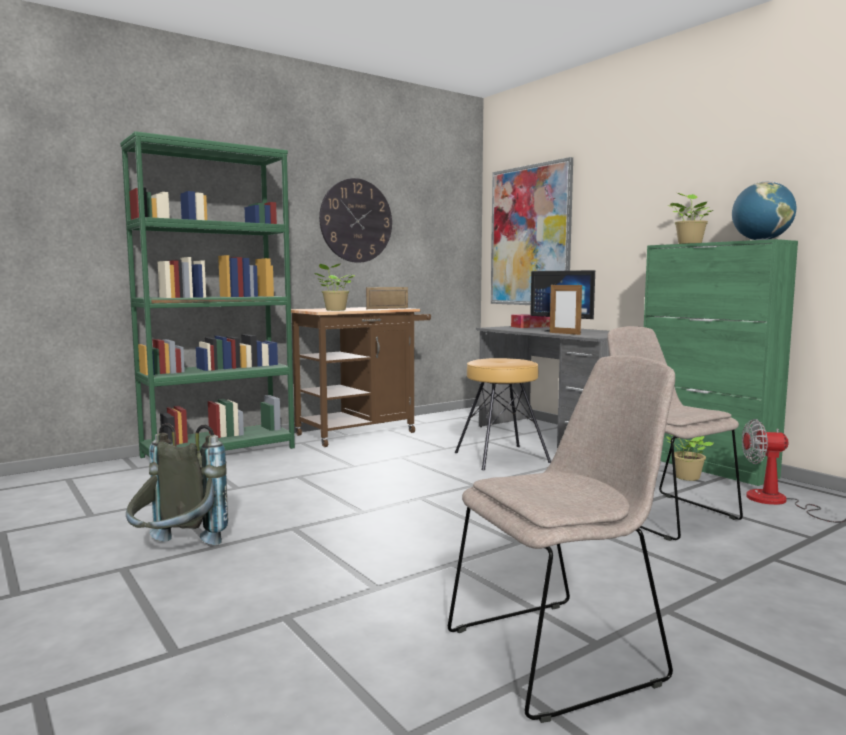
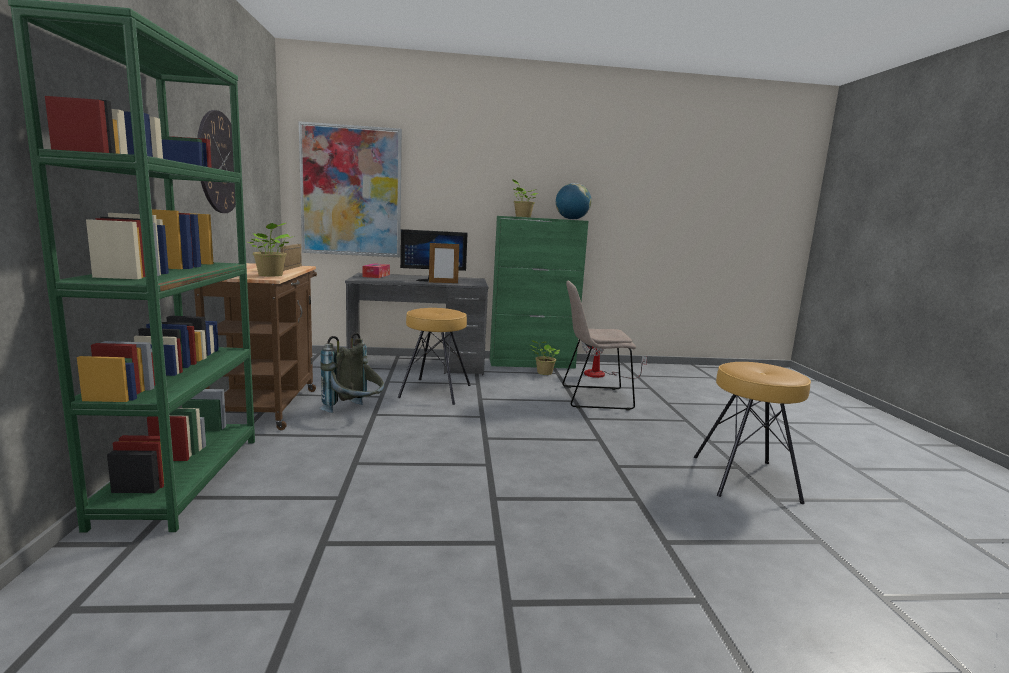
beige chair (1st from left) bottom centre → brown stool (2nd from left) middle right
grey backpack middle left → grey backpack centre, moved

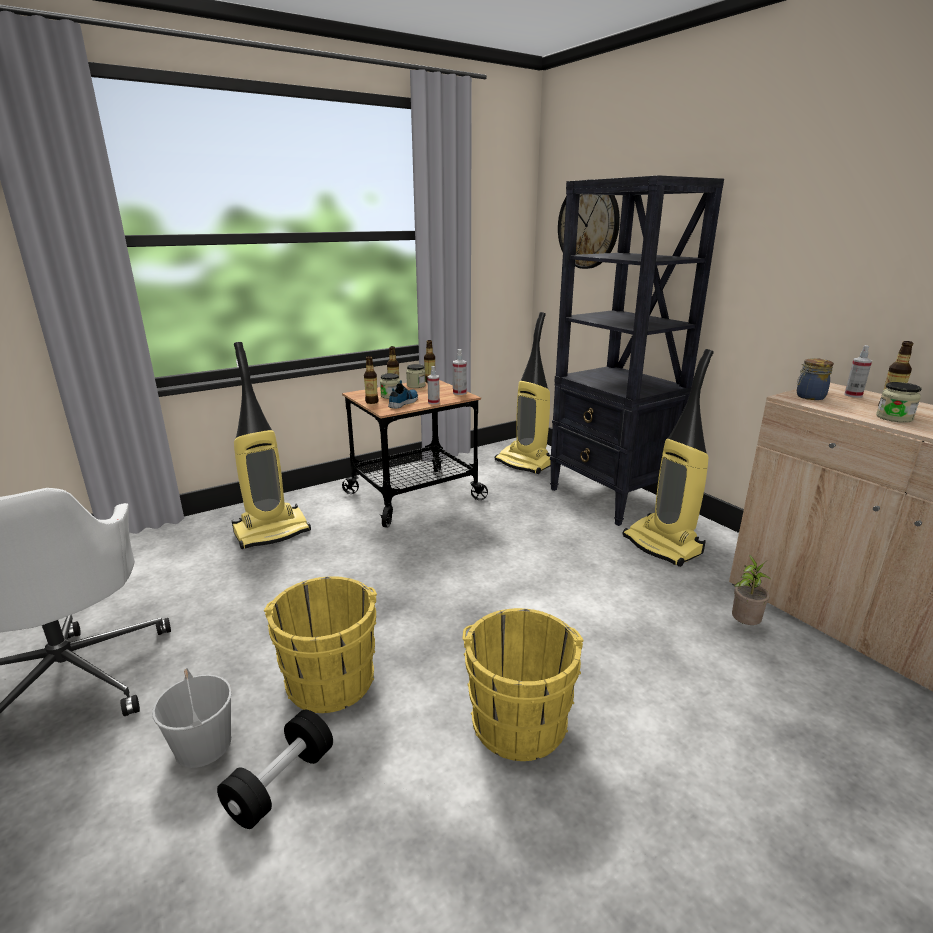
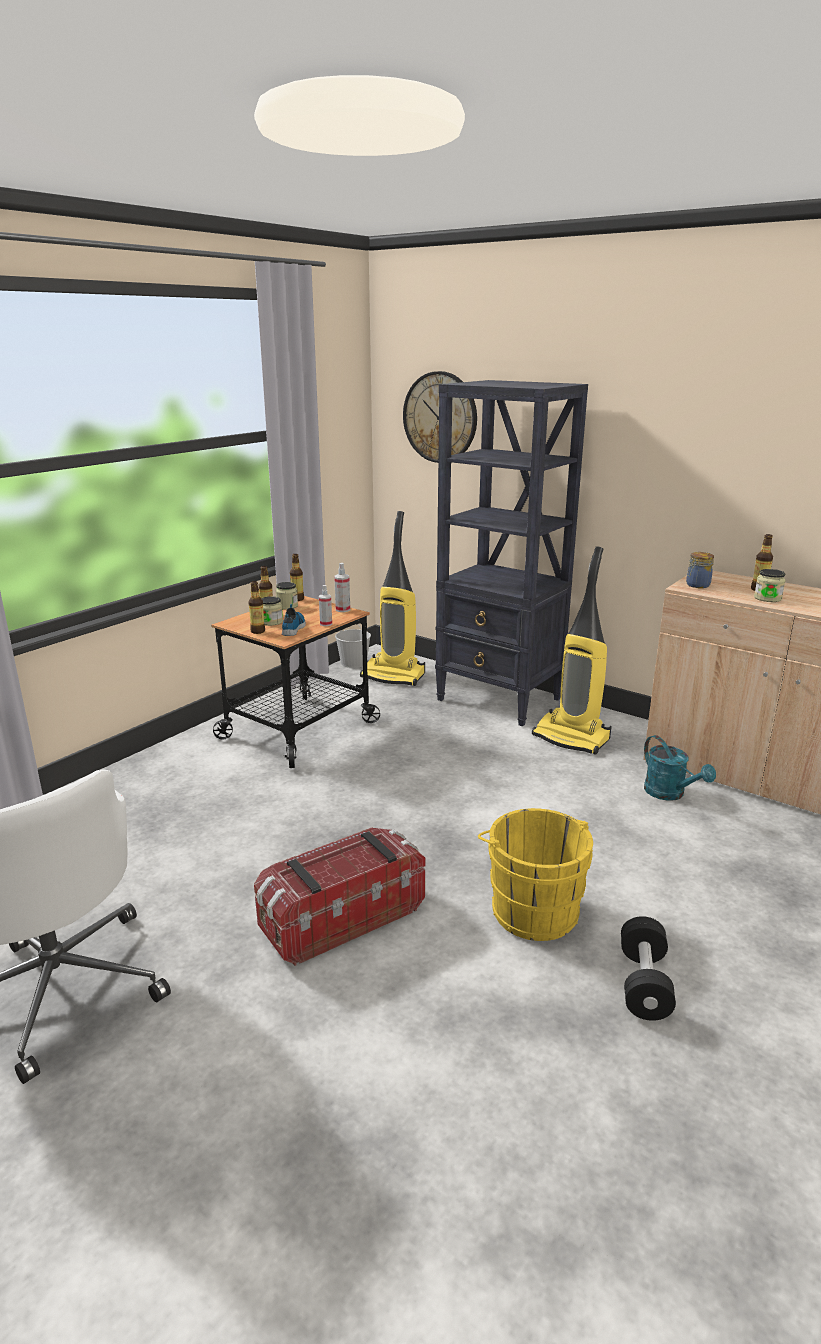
vacuum cleaner (1st from left) middle left → -
spray bottle (3rd from left) middle right → -
potted plant middle right → turquoise watering can middle right
yellow bucket (1st from left) bottom centre → storage box bottom centre
white bucket bottom left → white bucket centre, moved
black dumbbell bottom left → black dumbbell bottom right, moved

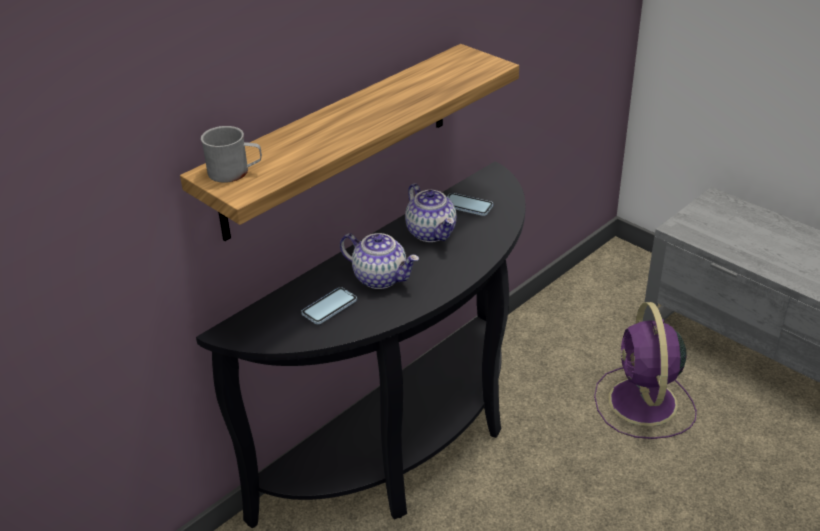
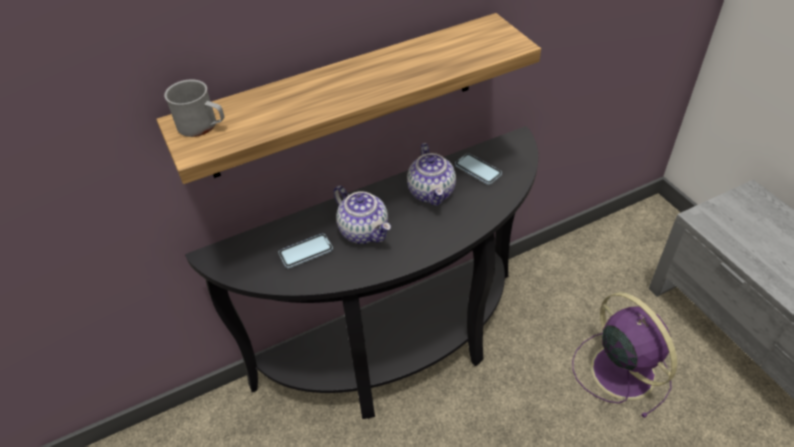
purple fan bottom right, 135 degrees clockwise

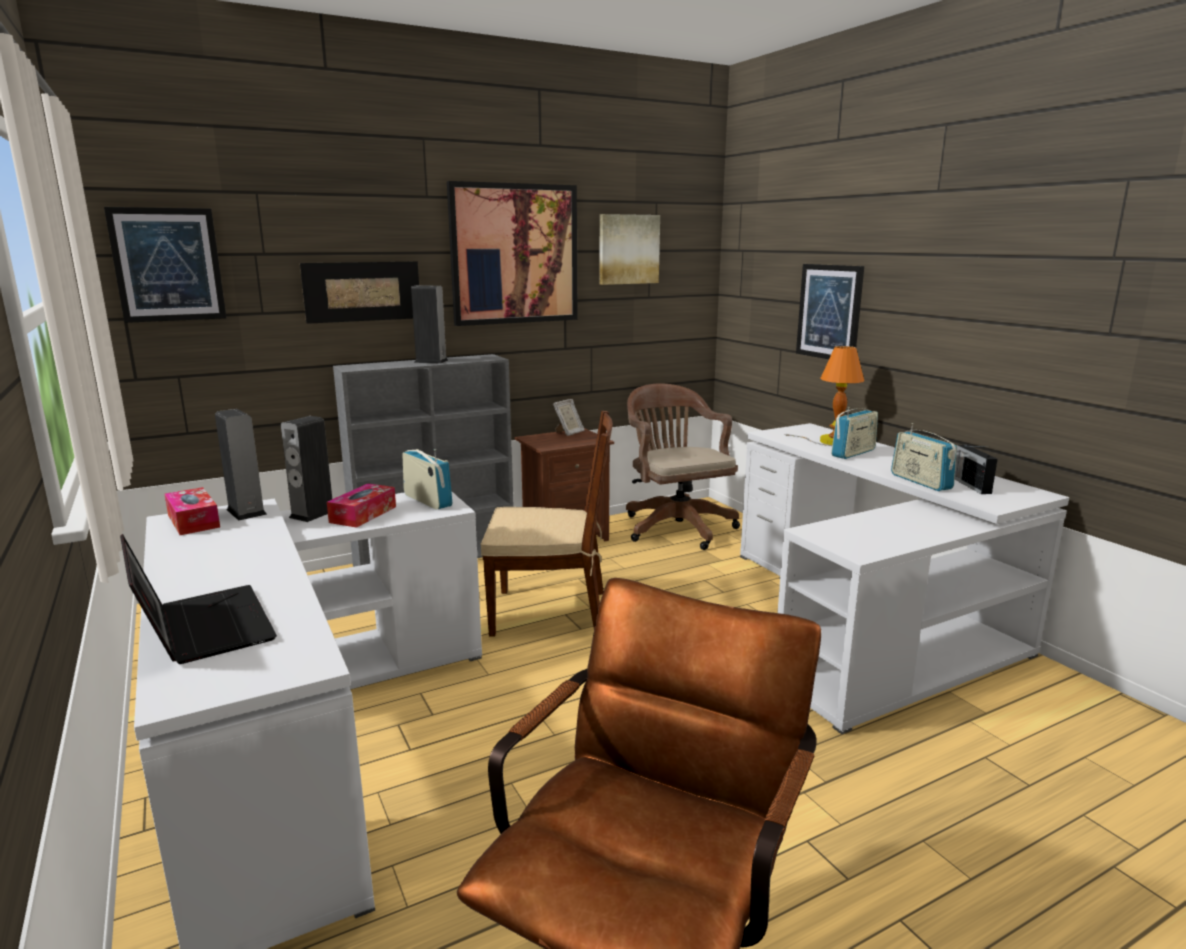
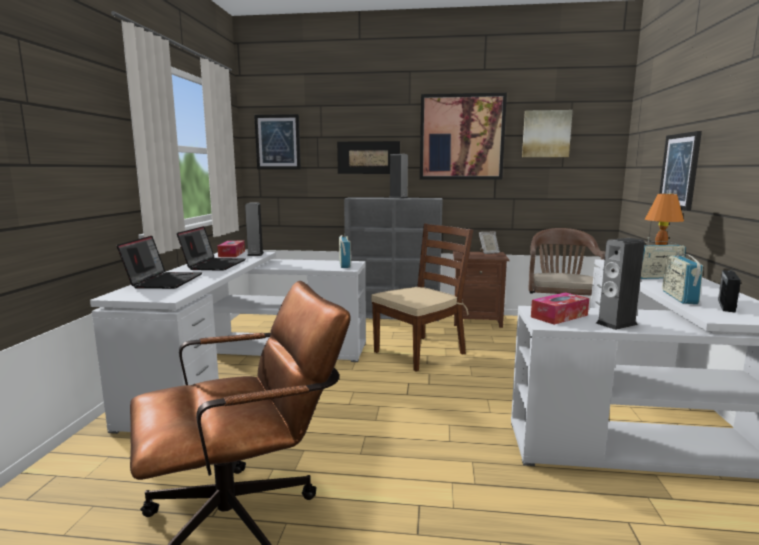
brown chair centre, 75 degrees counterclockwise
speaker (2nd from left in the first image) middle left → speaker (3rd from left) middle right, moved
tissue box (2nd from left) middle left → tissue box (2nd from left) middle right, moved
- → laptop (2nd from left) middle left

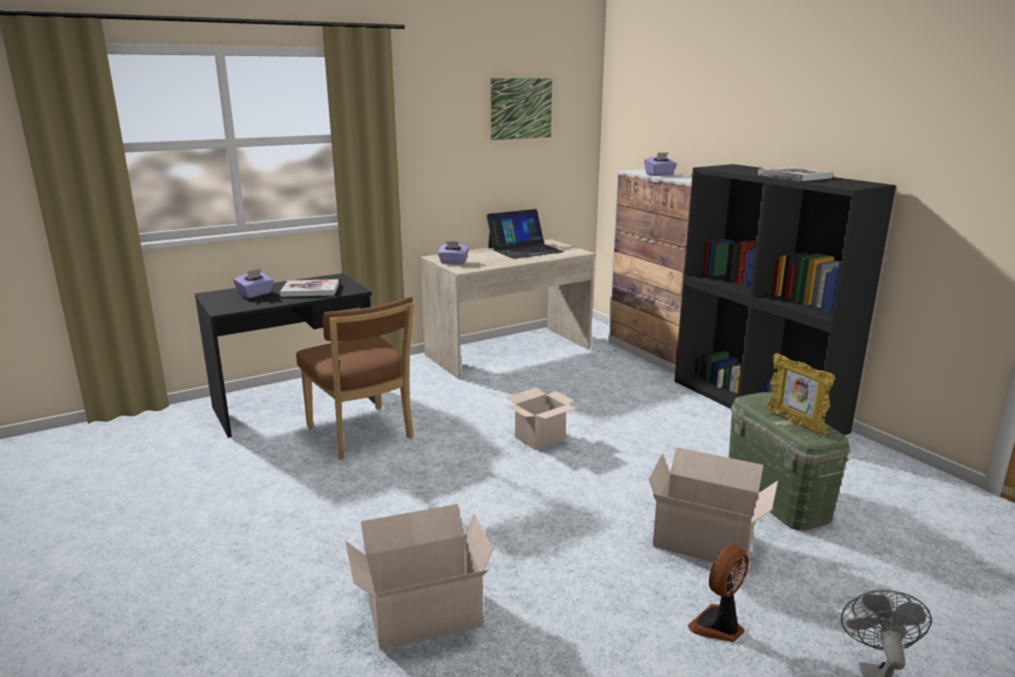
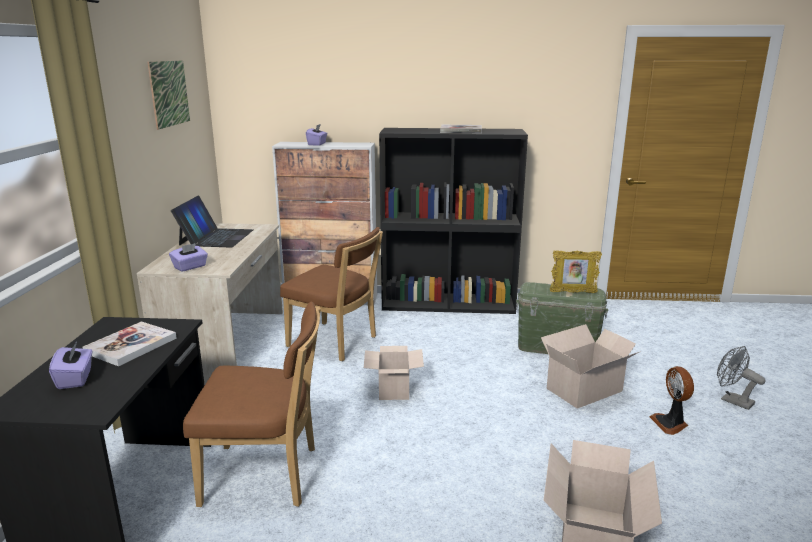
- → brown chair (2nd from left) centre

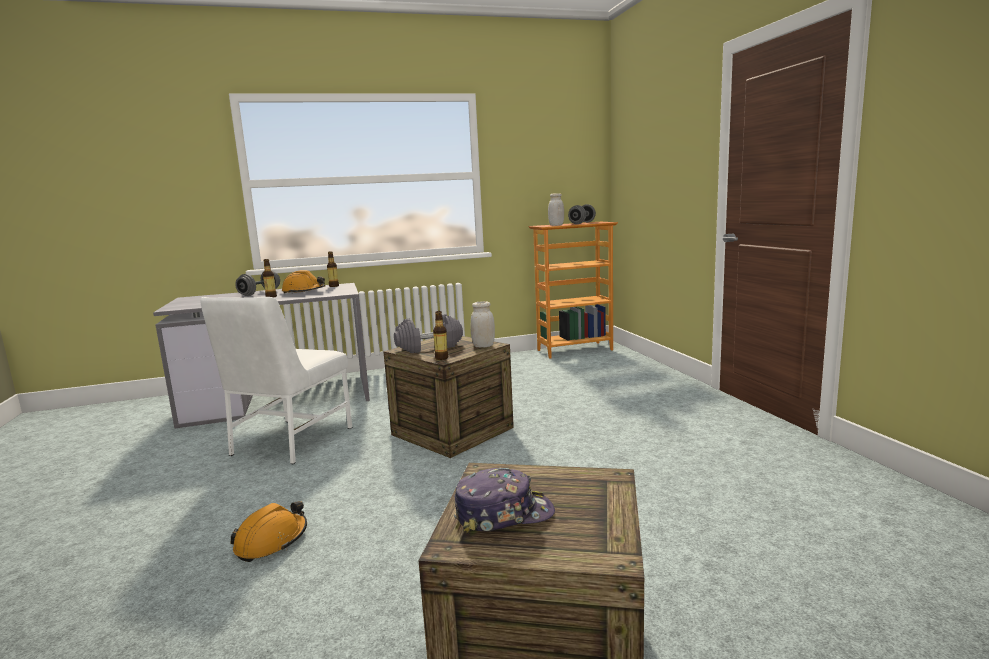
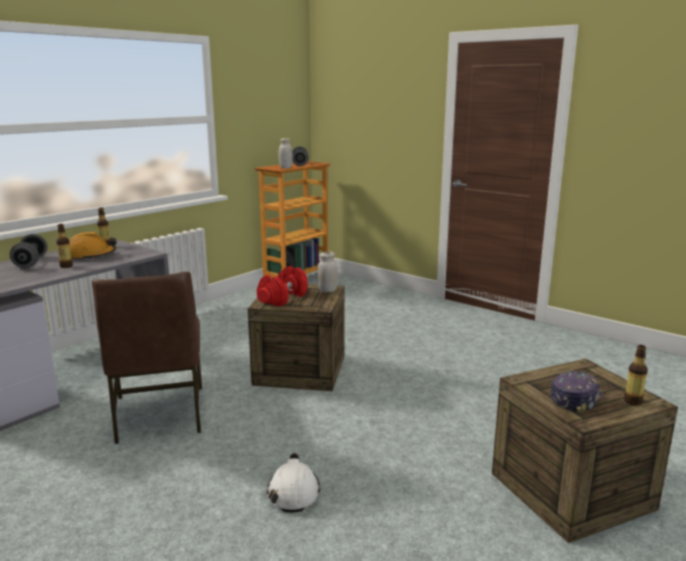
white chair middle left → brown chair middle left
bottle (3rd from left) centre → bottle (3rd from left) bottom right, moved
grey dumbbell (2nd from left) centre → red dumbbell centre
orange hard hat (1st from left) bottom left → white hard hat bottom centre

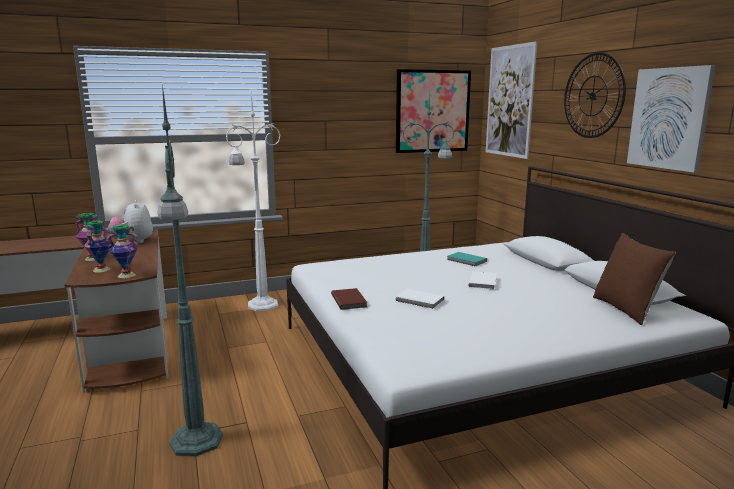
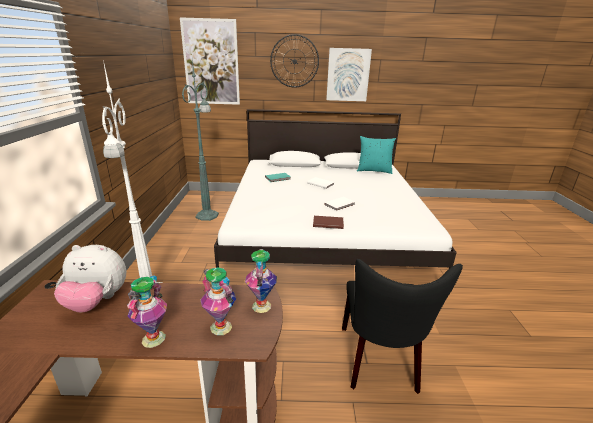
picture (1st from left) top centre → -
green floor lamp (1st from left) middle left → black chair bottom right
brown pillow middle right → turquoise pillow centre

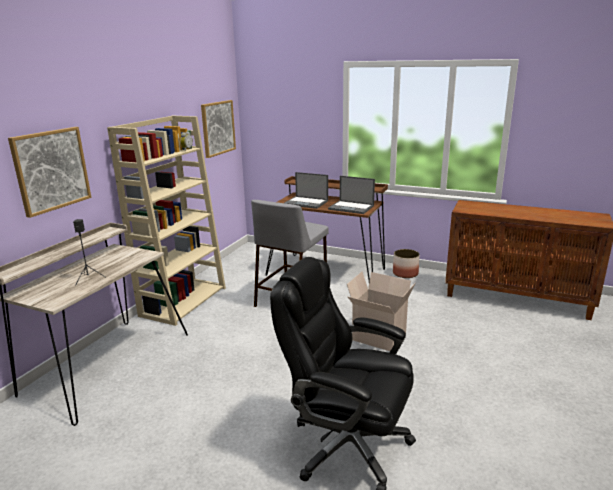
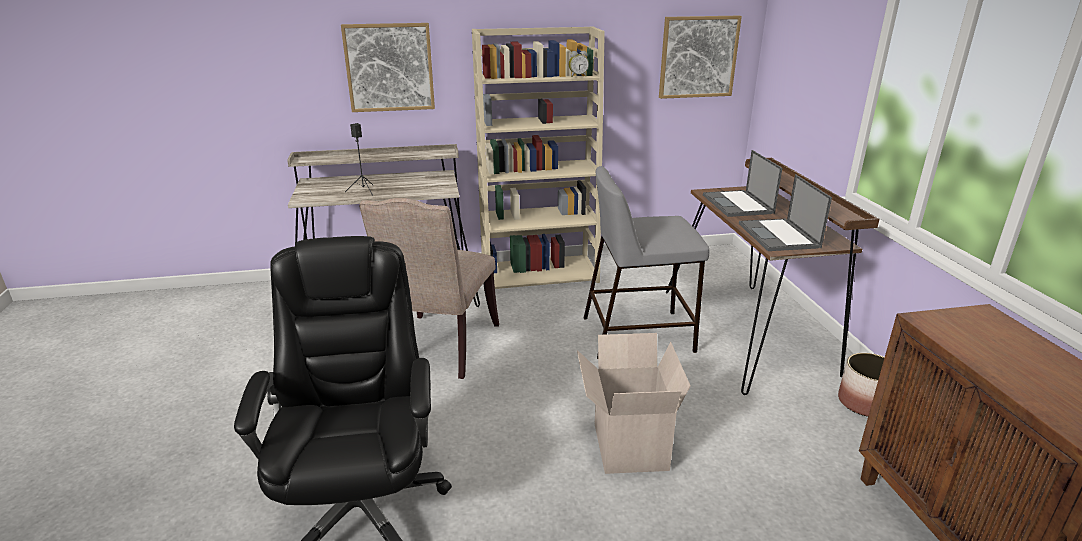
- → beige chair centre

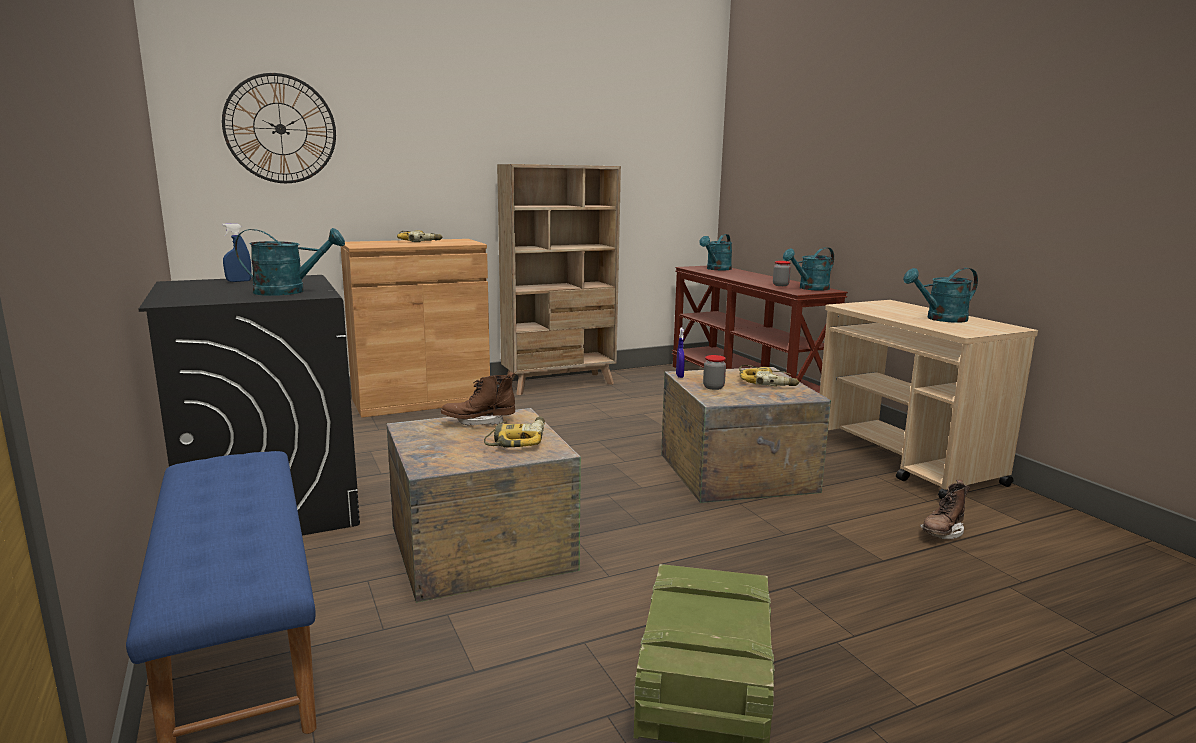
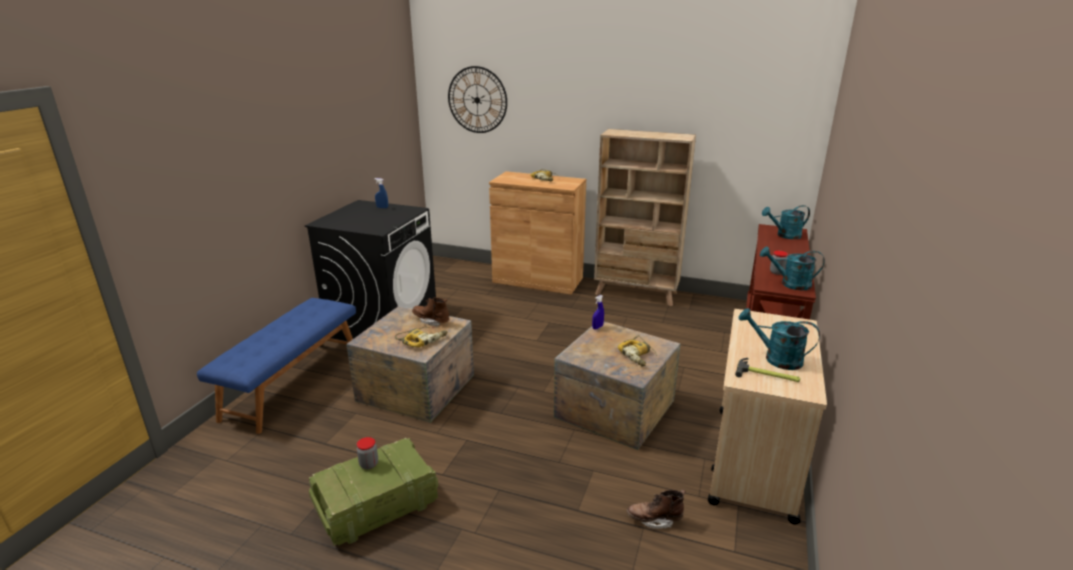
turquoise watering can (1st from left) middle left → -
jar (1st from left) centre → jar (1st from left) bottom centre, moved
- → hammer middle right

